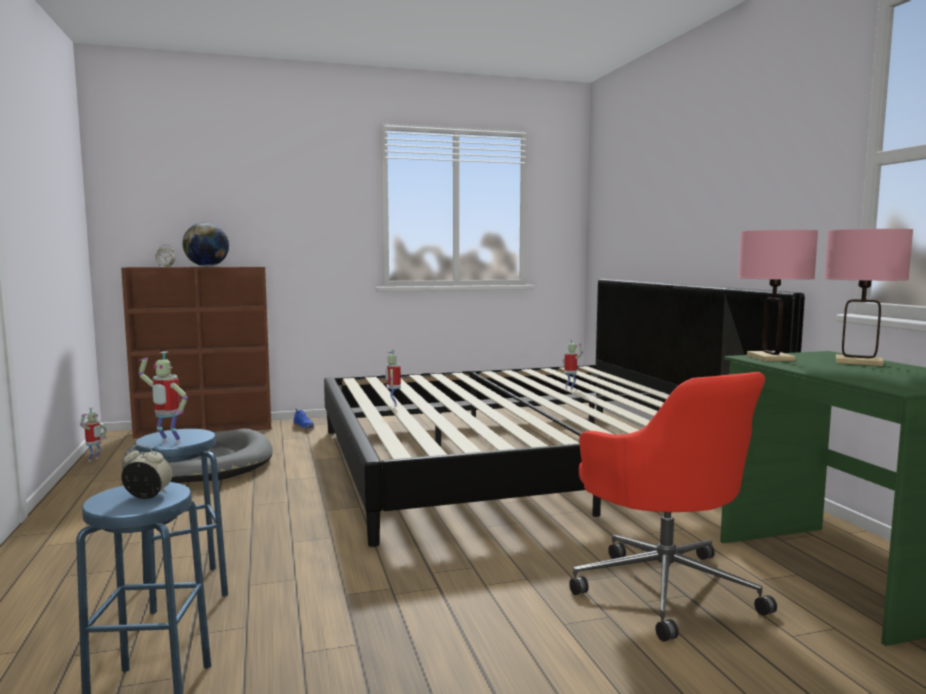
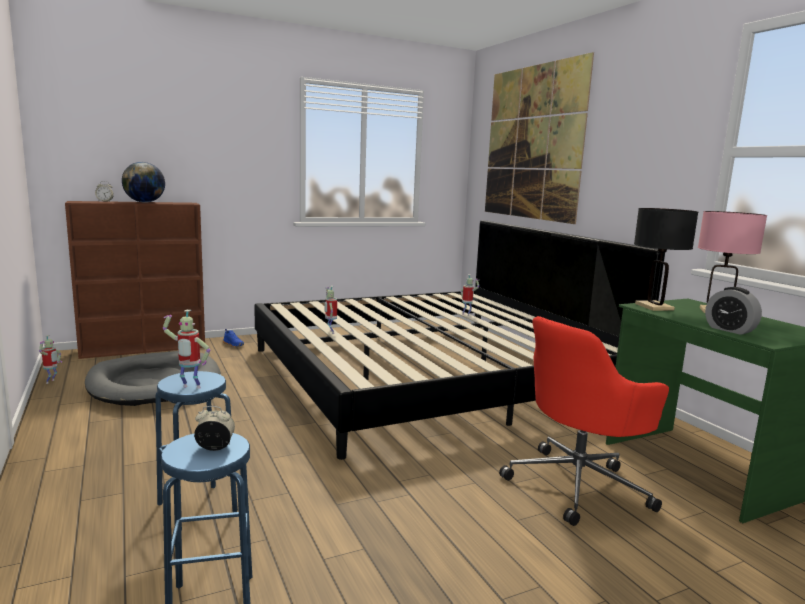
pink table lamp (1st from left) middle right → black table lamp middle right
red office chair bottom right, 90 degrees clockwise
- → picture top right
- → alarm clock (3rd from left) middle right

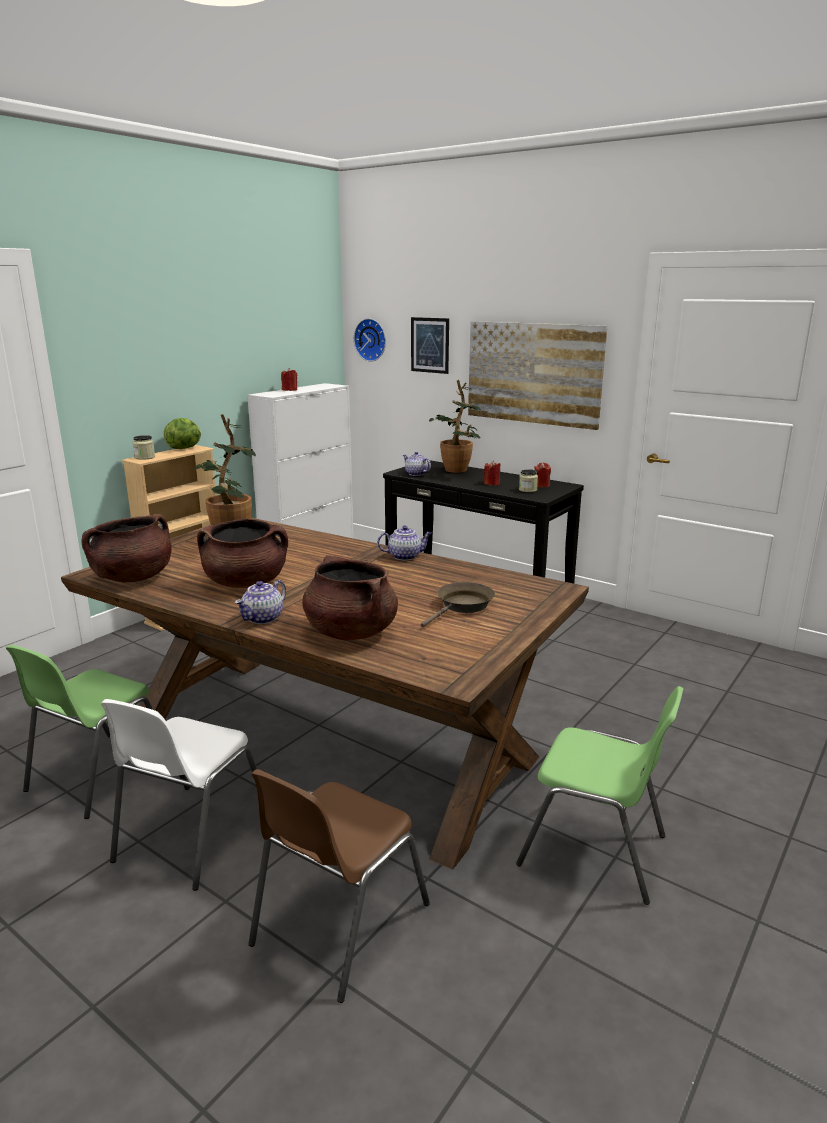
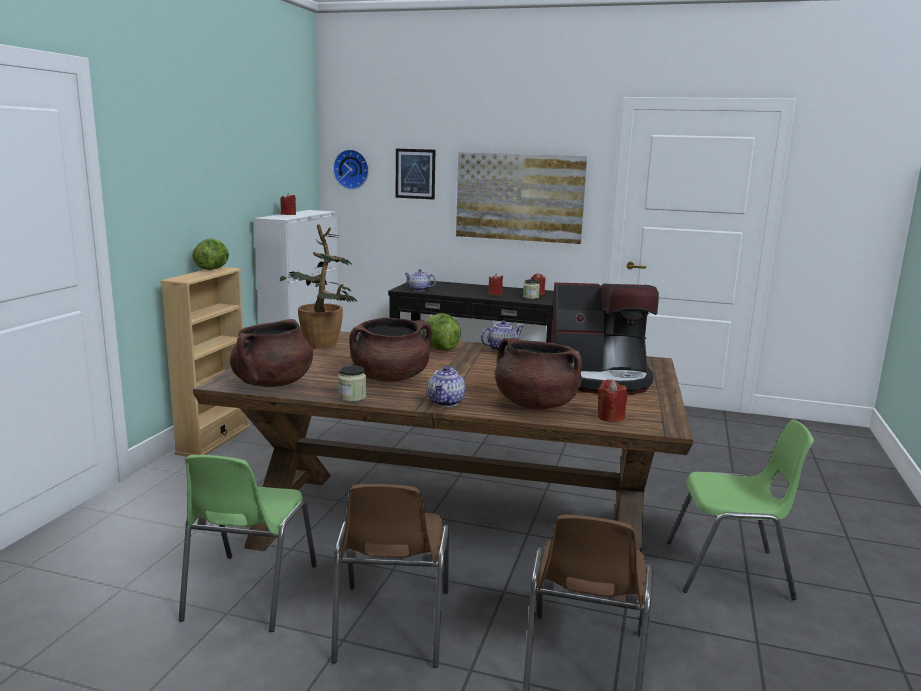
potted plant (2nd from left) centre → -
jar (1st from left) middle left → jar (1st from left) centre, moved
brown frying pan centre → coffee machine centre
white chair bottom left → brown chair (1st from left) bottom centre
- → lettuce (2nd from left) centre
- → red candle (4th from left) centre

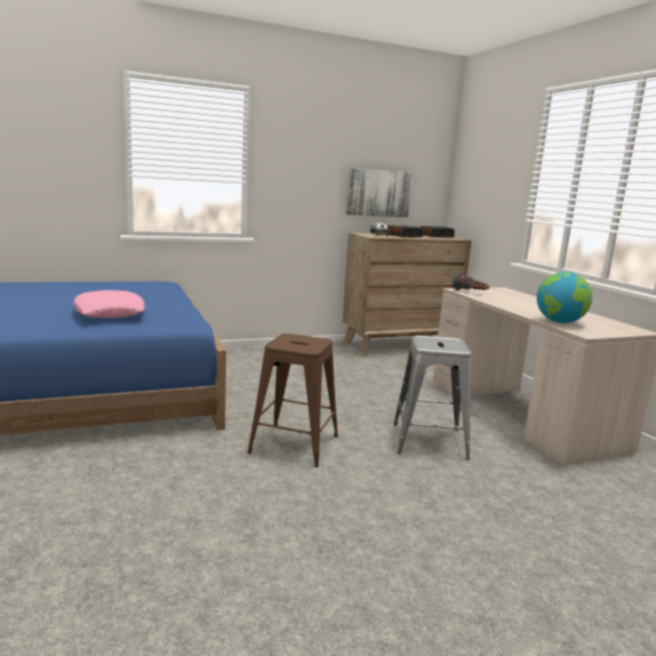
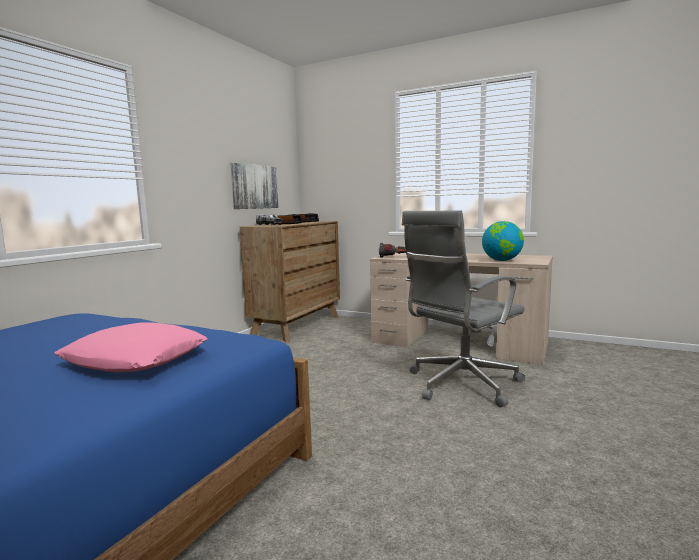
brown stool centre → -
grey stool centre → grey office chair centre

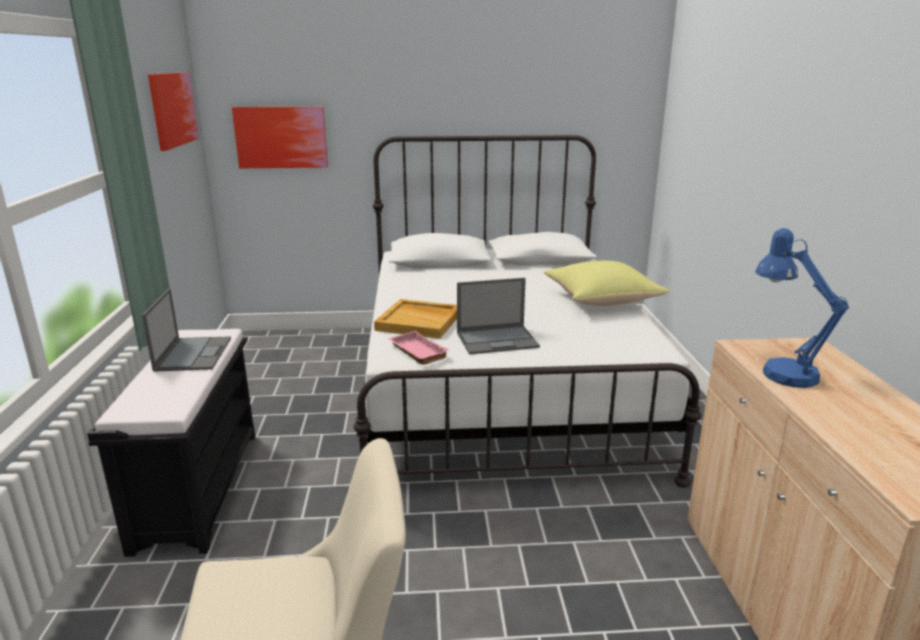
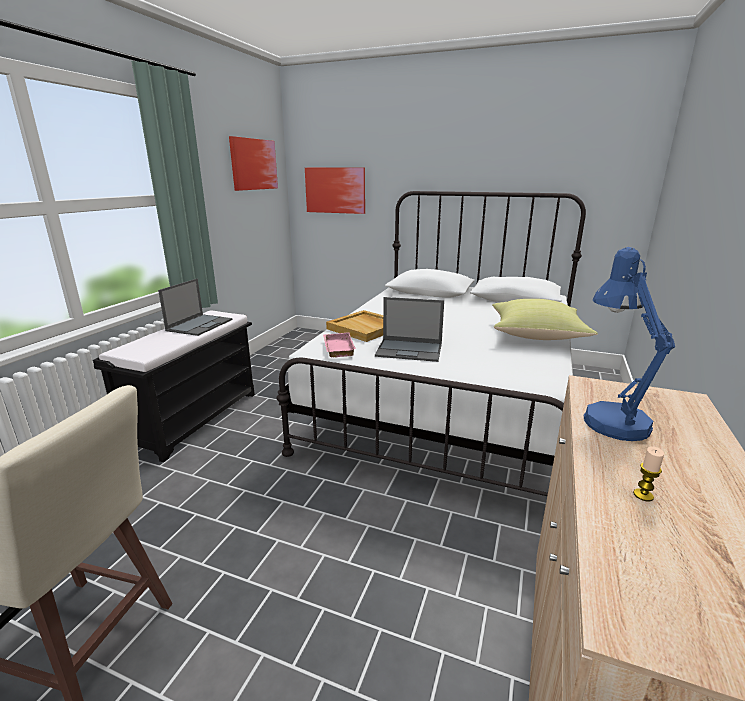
- → candle bottom right

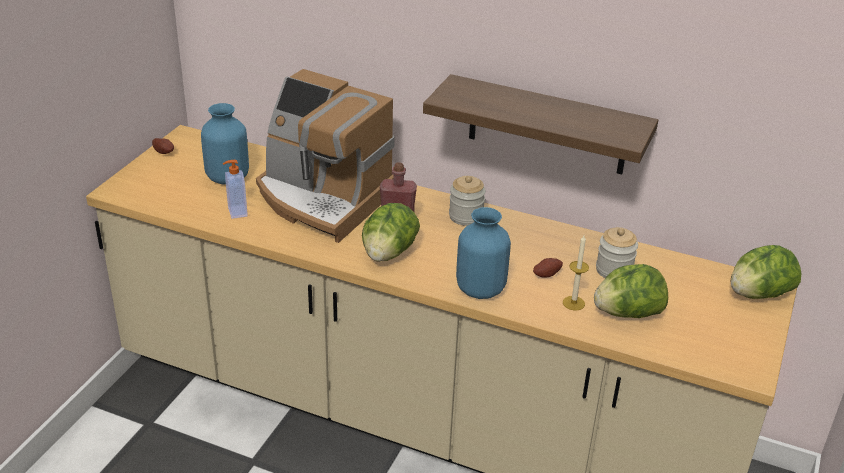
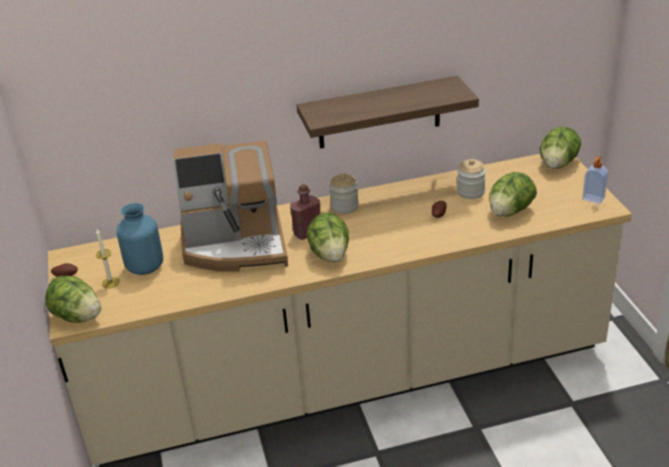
soap dispenser middle left → soap dispenser middle right, moved
blue vase (2nd from left) centre → -
candle middle right → candle middle left, moved
- → lettuce (1st from left) middle left

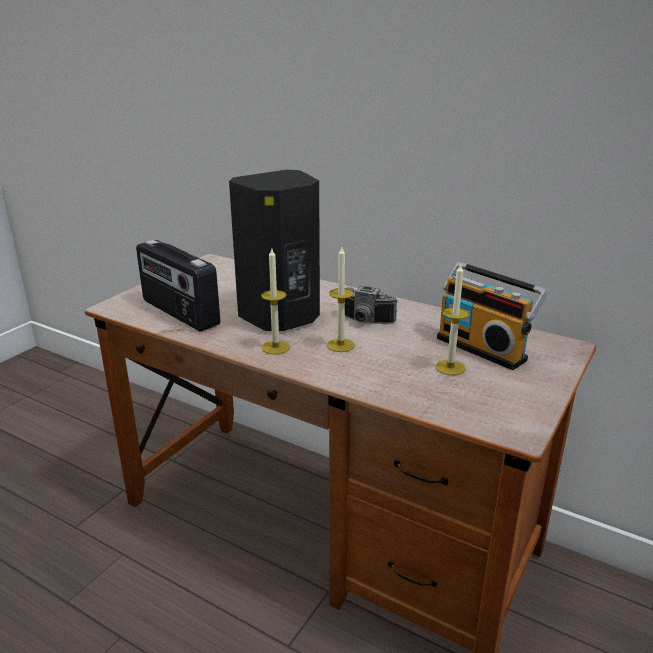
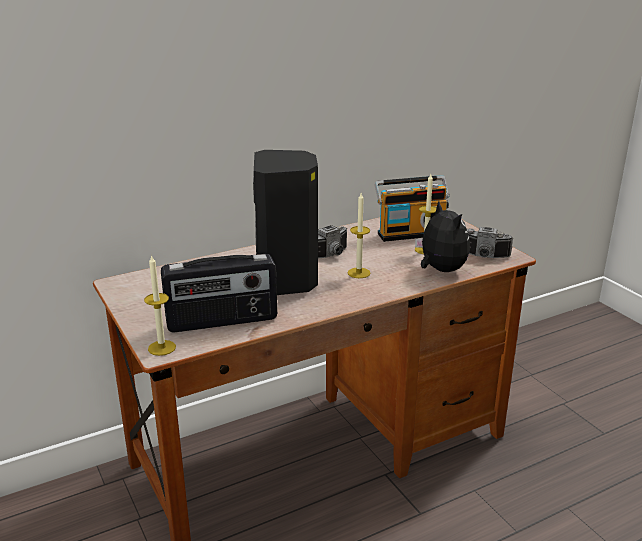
candle (1st from left) centre → candle (1st from left) middle left, moved
- → plush toy middle right
- → photo camera (2nd from left) middle right

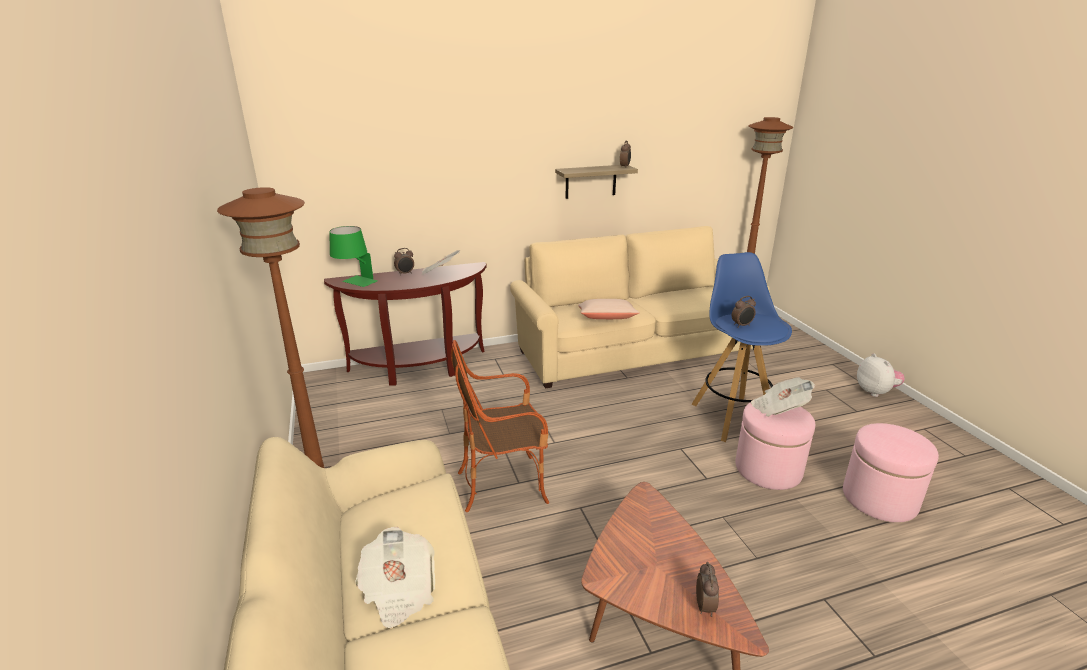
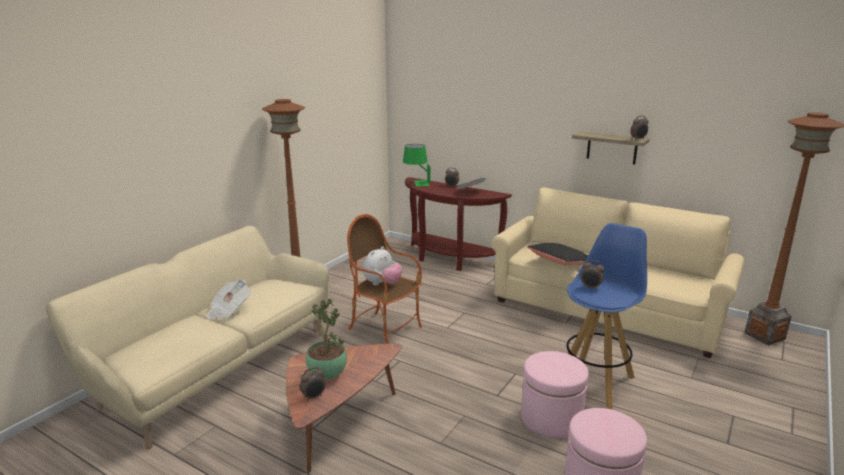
beige pillow centre → black pillow centre
plush toy middle right → plush toy centre, moved
newspaper (3rd from left) middle right → -
- → potted plant bottom centre

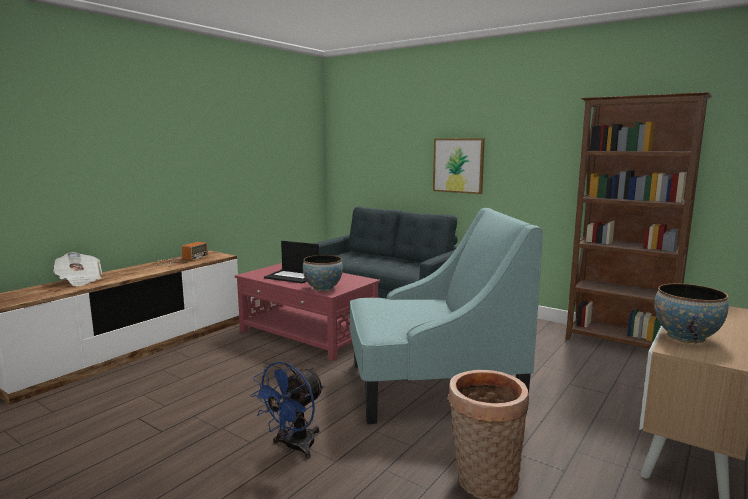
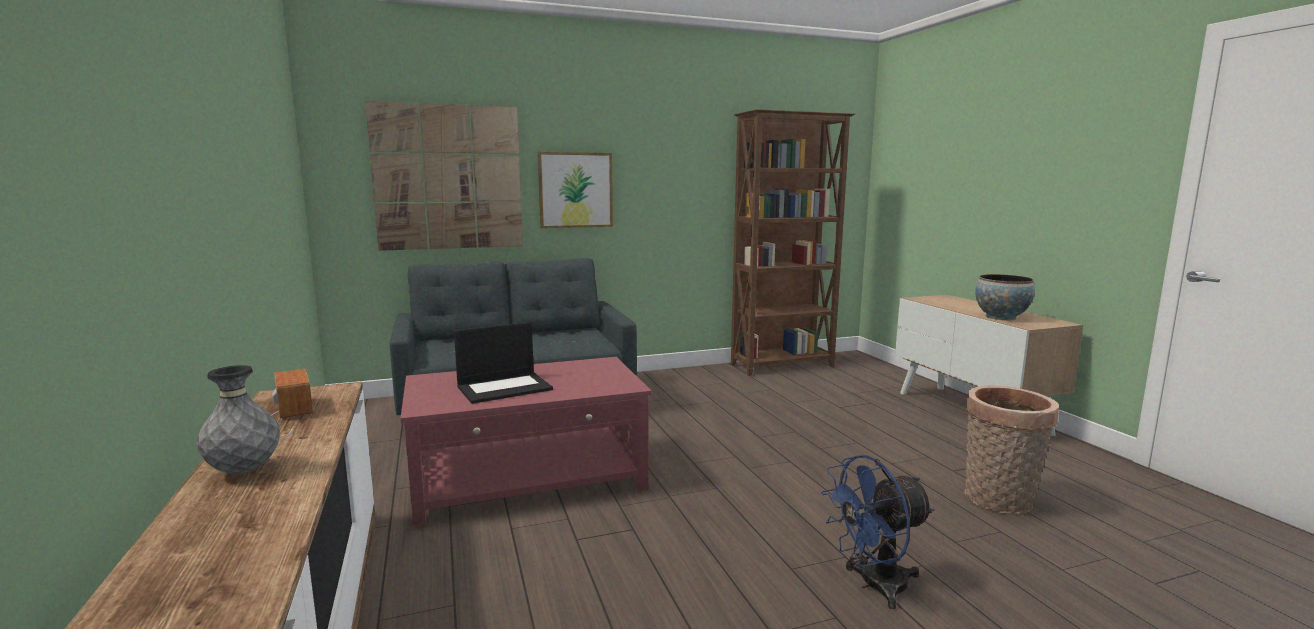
turquoise armchair centre → -
newspaper middle left → -
bowl (1st from left) centre → -
blue fan bottom centre → blue fan bottom right, 90 degrees clockwise
- → picture (1st from left) top centre
- → grey vase middle left

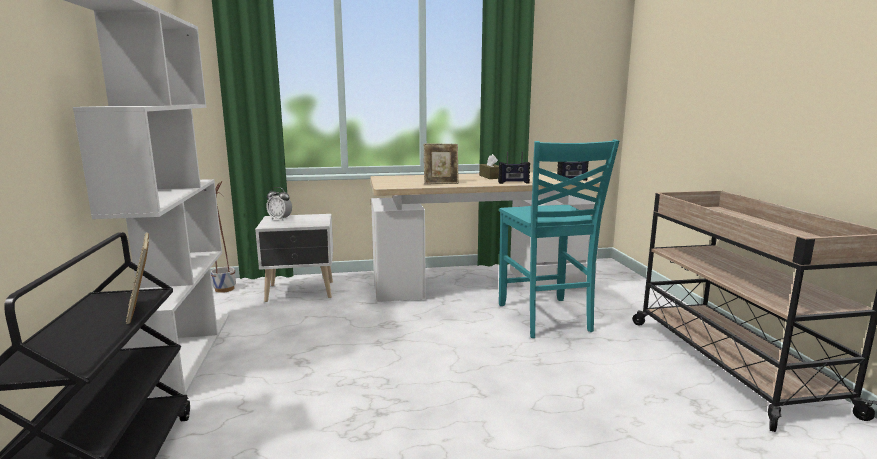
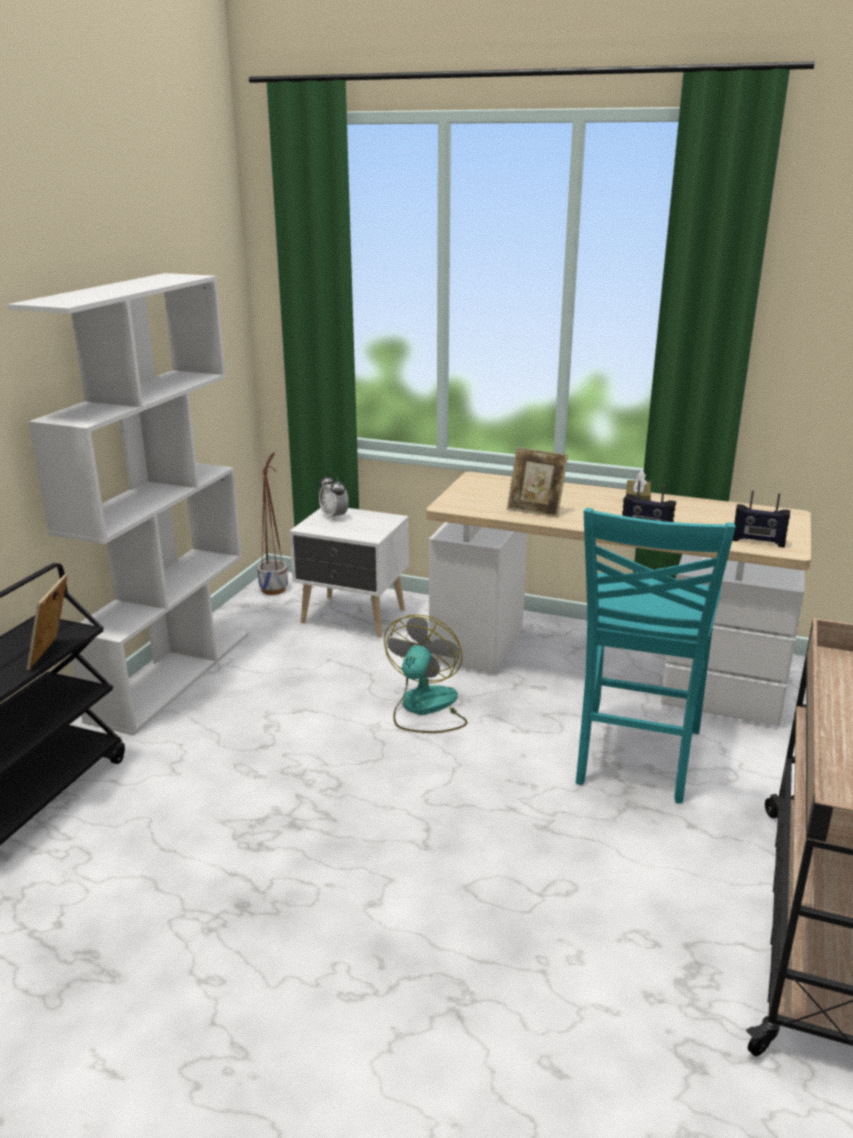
- → fan centre

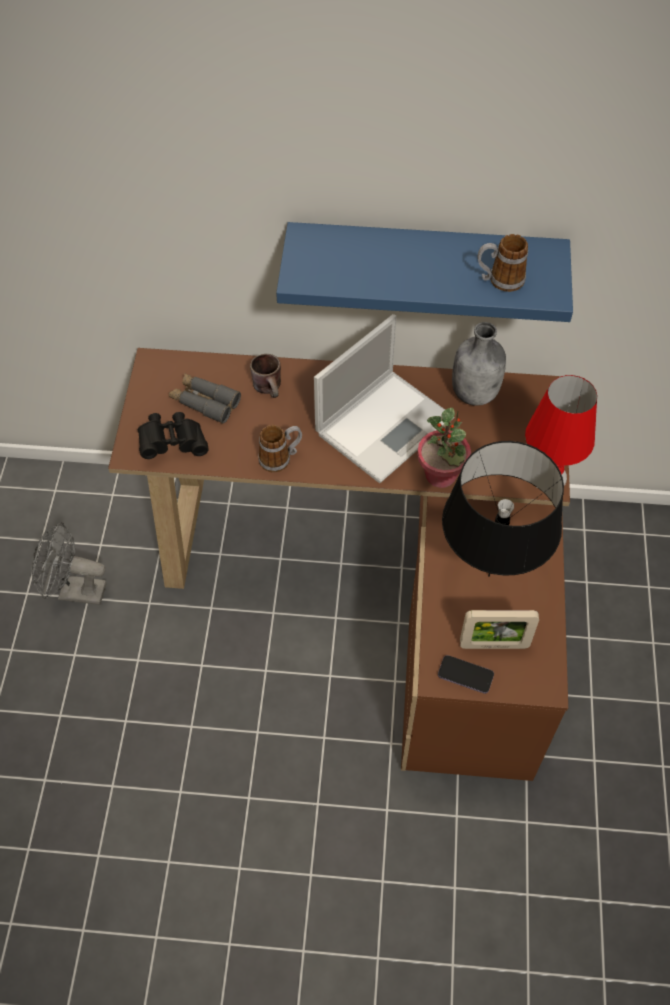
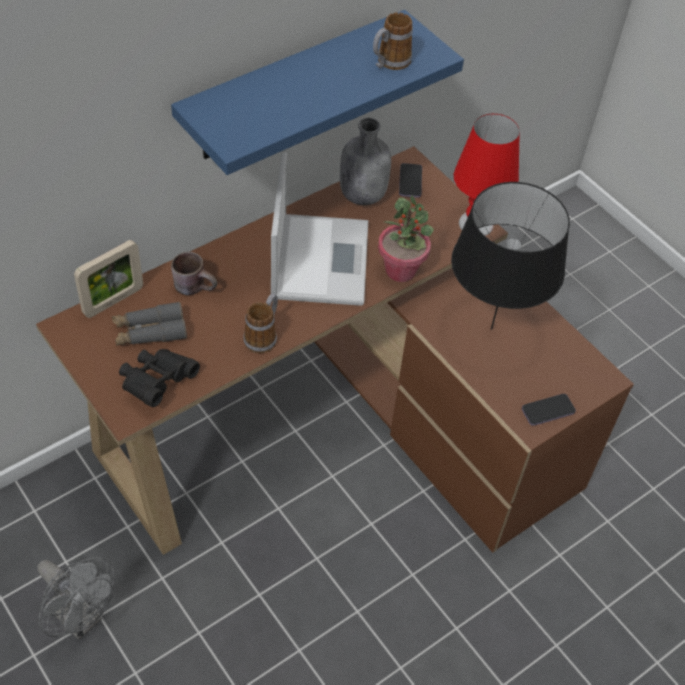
grey fan middle left → grey fan bottom left, 105 degrees counterclockwise
picture frame middle right → picture frame middle left, moved
- → phone (1st from left) top centre

